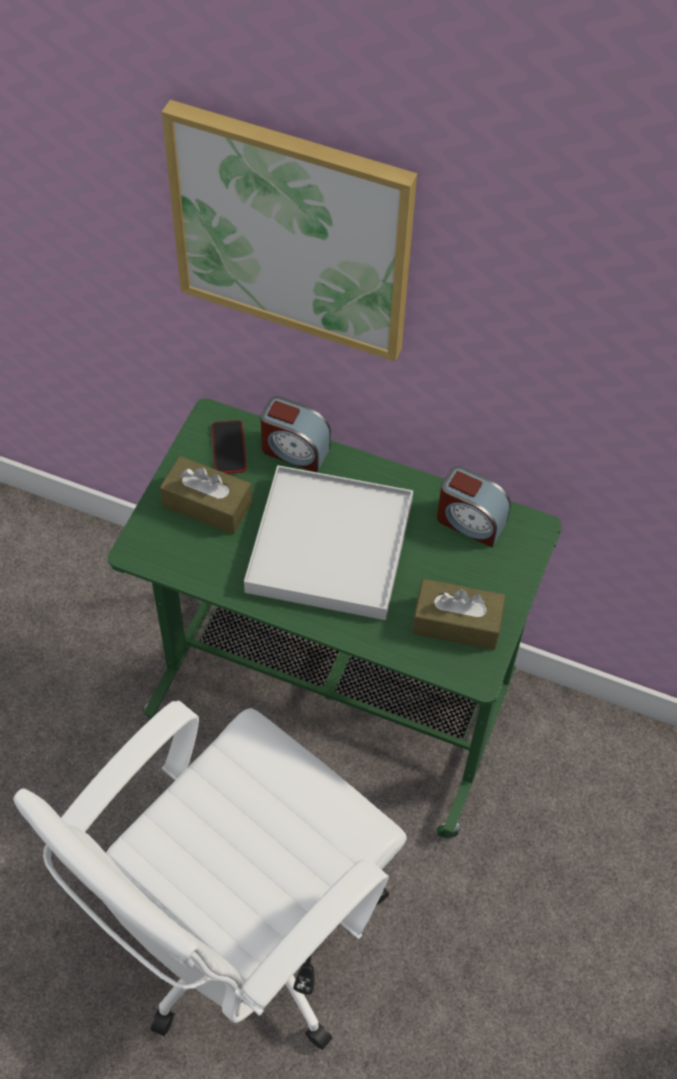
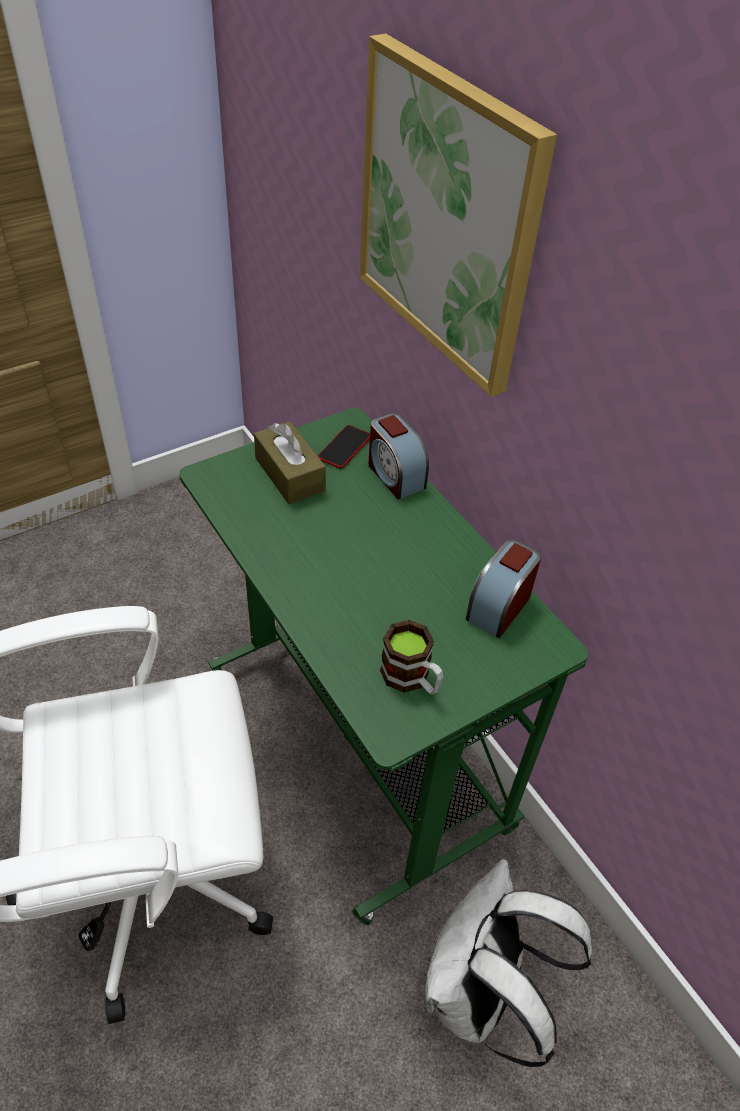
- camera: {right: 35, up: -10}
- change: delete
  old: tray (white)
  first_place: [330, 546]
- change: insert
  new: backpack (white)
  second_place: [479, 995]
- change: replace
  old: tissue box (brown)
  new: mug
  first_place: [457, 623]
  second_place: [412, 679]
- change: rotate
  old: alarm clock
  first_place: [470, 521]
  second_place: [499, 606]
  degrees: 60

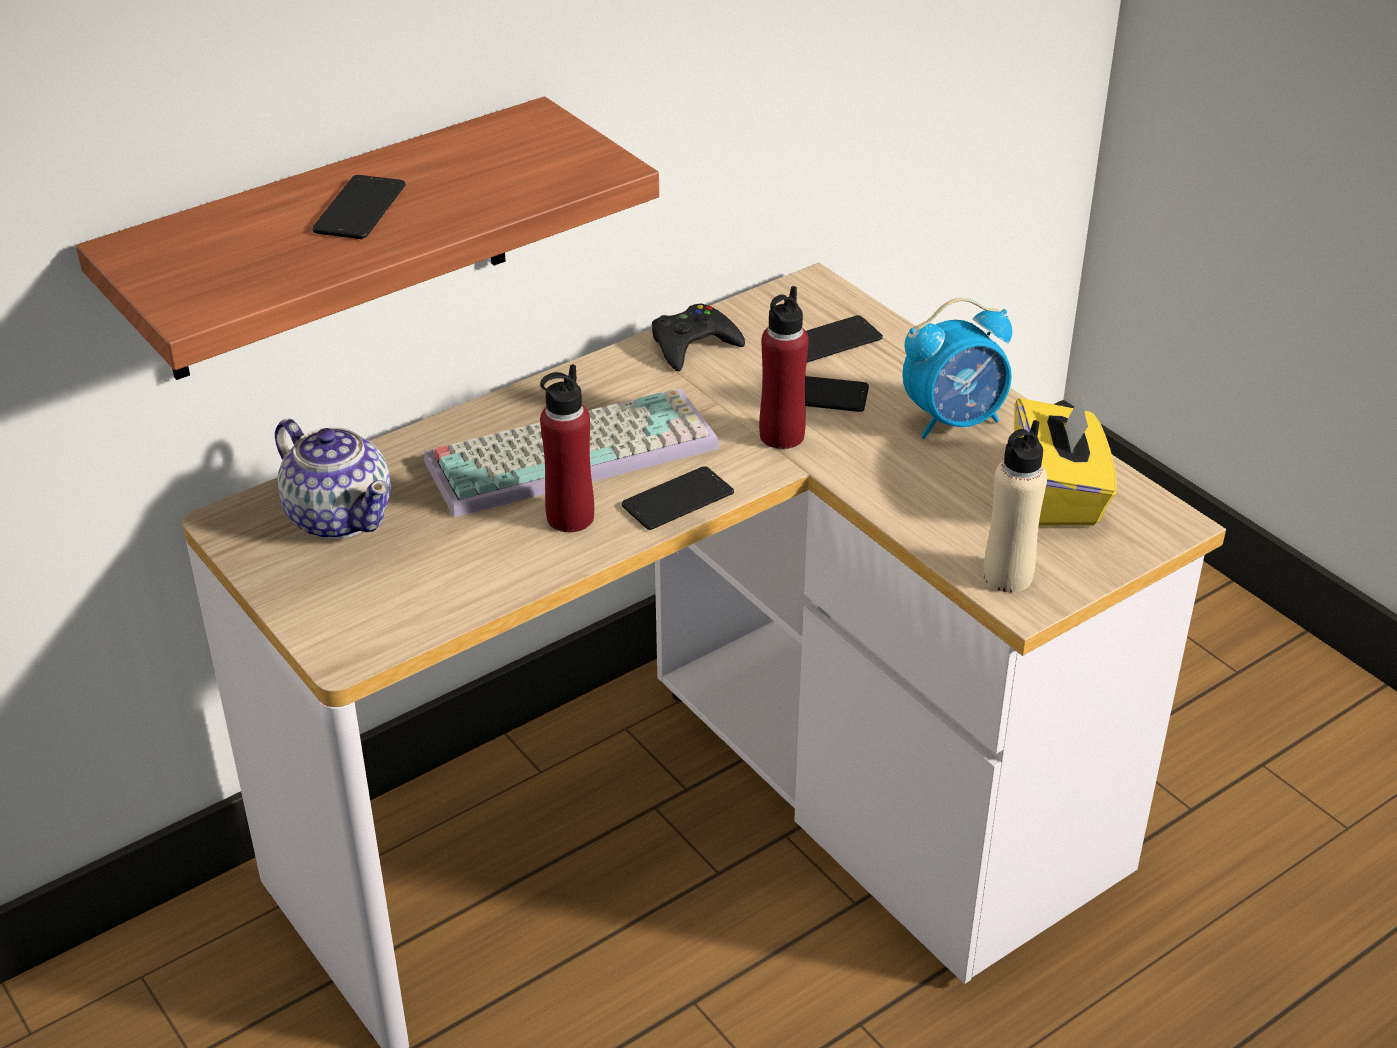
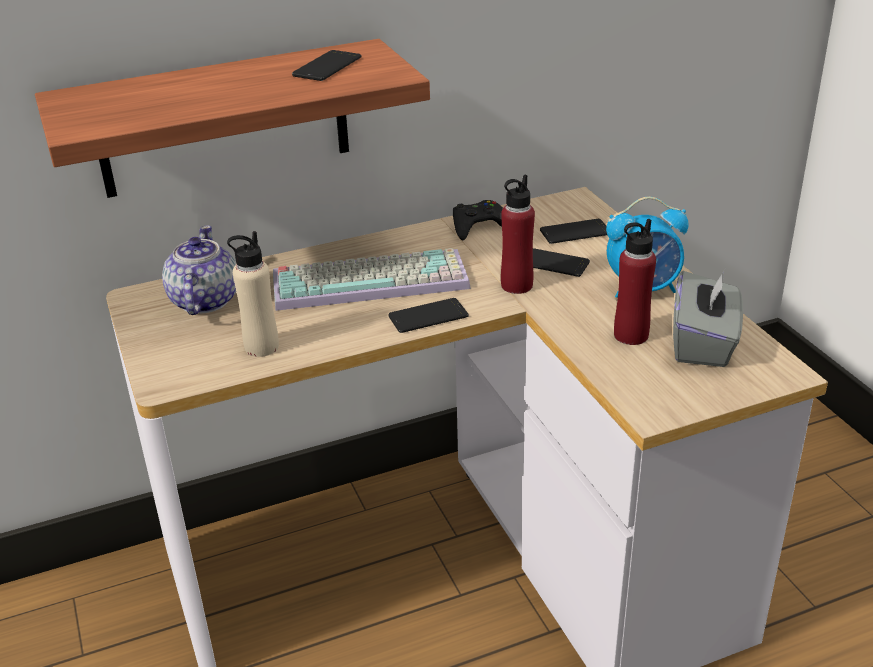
- camera: {right: 15, up: -5}
- change: move
  old: phone
  first_place: [360, 209]
  second_place: [327, 67]
- change: move
  old: bottle (red)
  first_place: [570, 517]
  second_place: [630, 335]
- change: move
  old: bottle (beige)
  first_place: [1007, 576]
  second_place: [261, 347]
- change: recolor
  old: tissue box (yellow)
  new: tissue box (grey)
  first_place: [1058, 494]
  second_place: [703, 343]
- change: rotate
  old: teapot
  first_place: [339, 516]
  second_place: [203, 301]
  degrees: -150

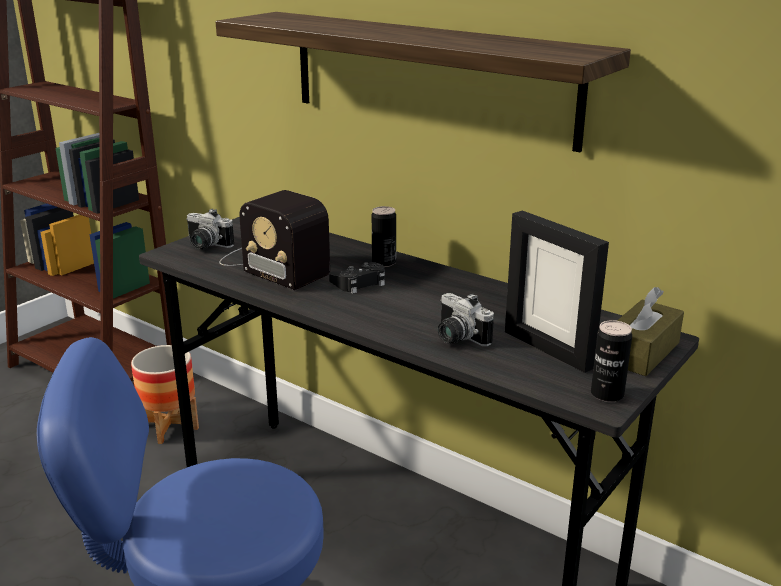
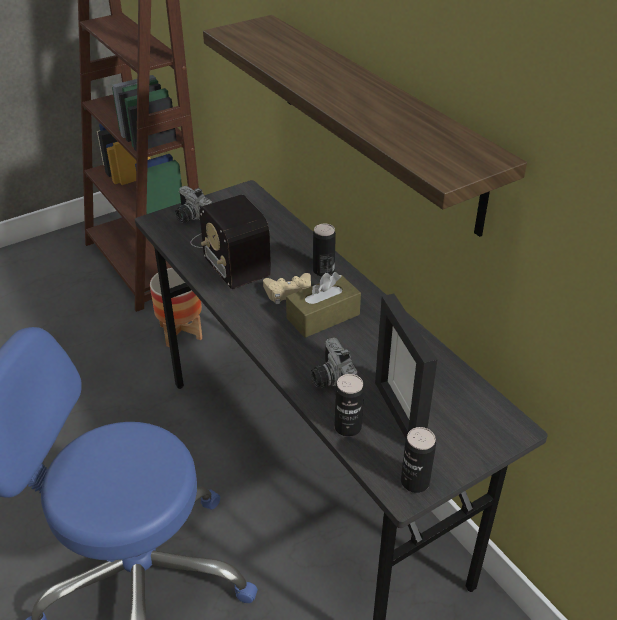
- camera: {right: 20, up: 15}
- change: insert
  new: can
  second_place: [347, 427]
- change: move
  old: tissue box (brown)
  first_place: [641, 352]
  second_place: [323, 316]
- change: recolor
  old: game controller (black)
  new: game controller (beige)
  first_place: [360, 283]
  second_place: [289, 292]

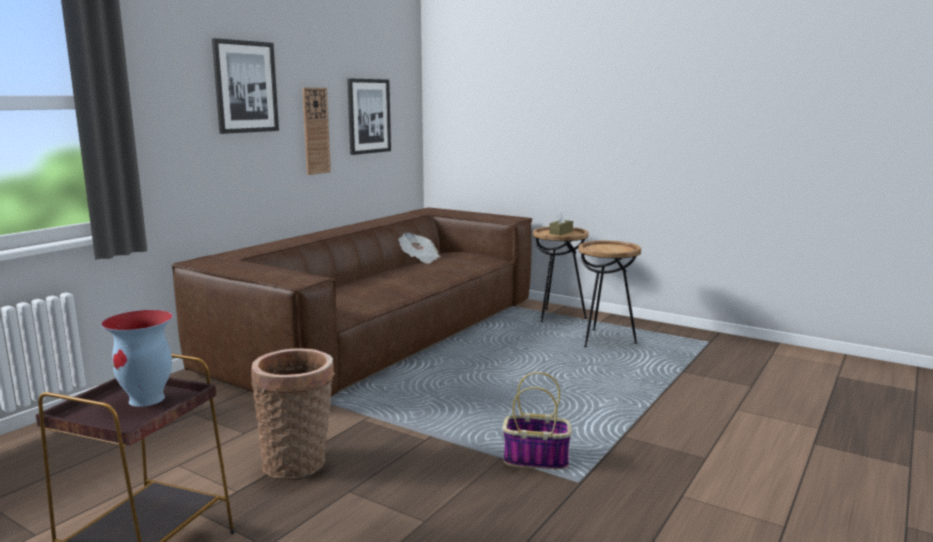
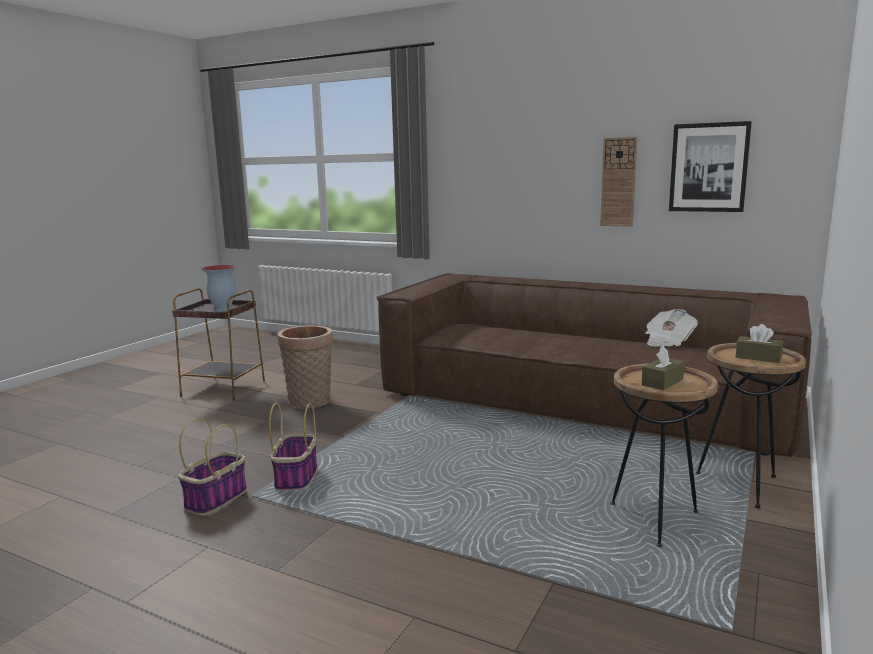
- camera: {right: 85, up: 0}
- change: delete
  old: picture
  first_place: [245, 87]
- change: insert
  new: basket
  second_place: [216, 499]
- change: insert
  new: tissue box (brown)
  second_place: [662, 382]

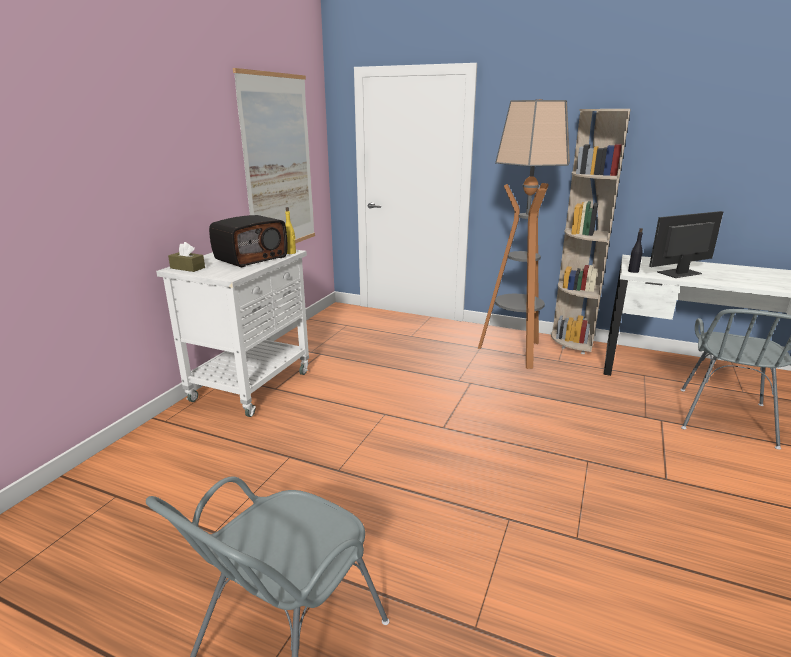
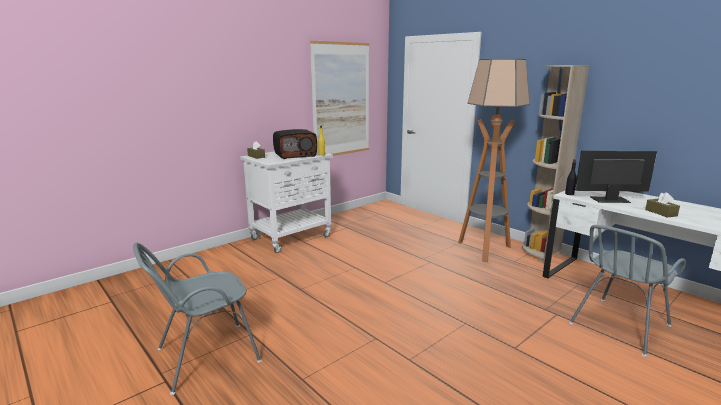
- camera: {right: 25, up: -5}
- change: insert
  new: tissue box (brown)
  second_place: [661, 213]

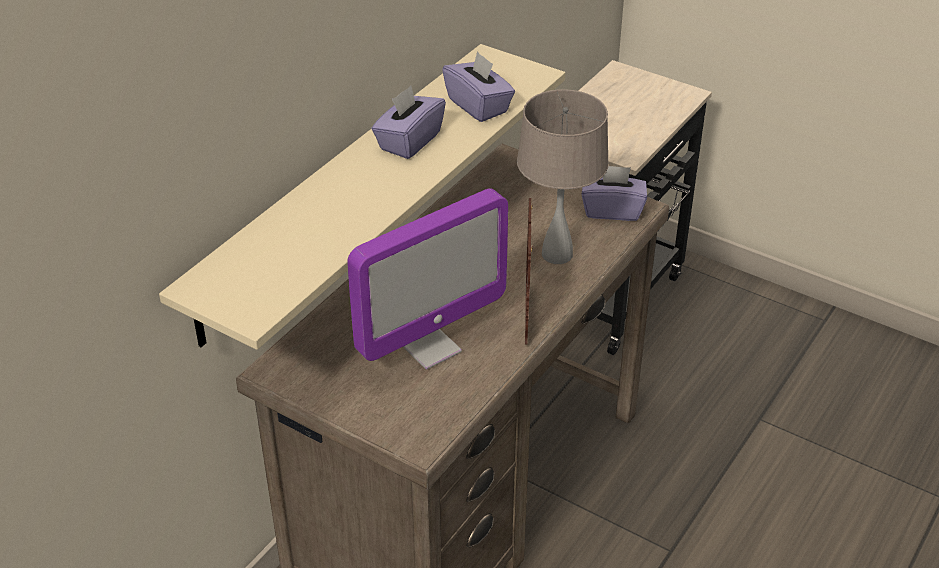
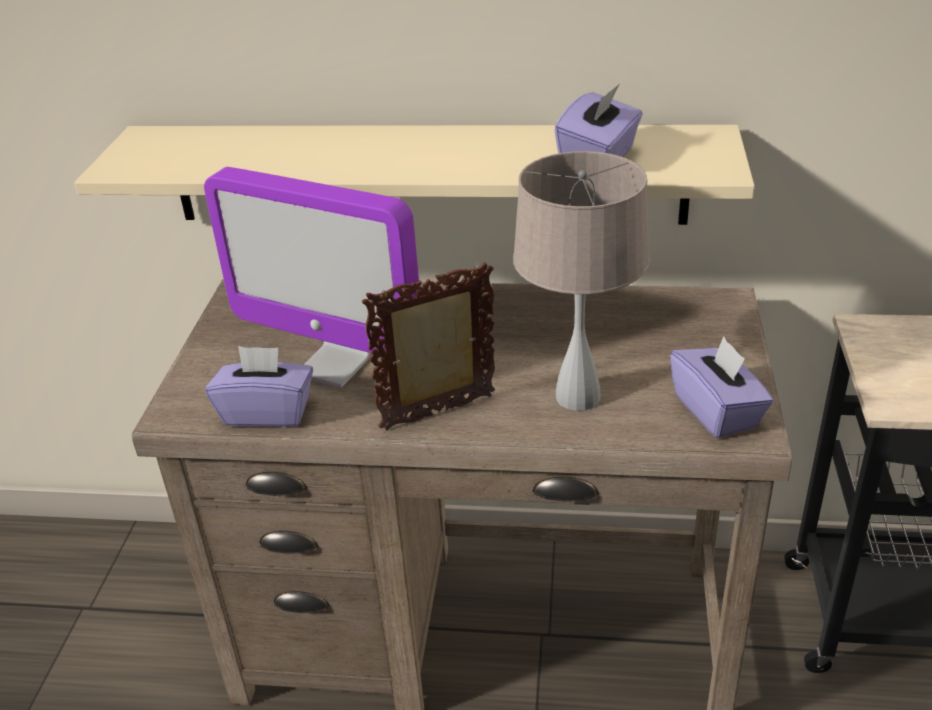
- camera: {right: 65, up: -5}
- change: move
  old: tissue box (purple)
  first_place: [409, 141]
  second_place: [267, 412]

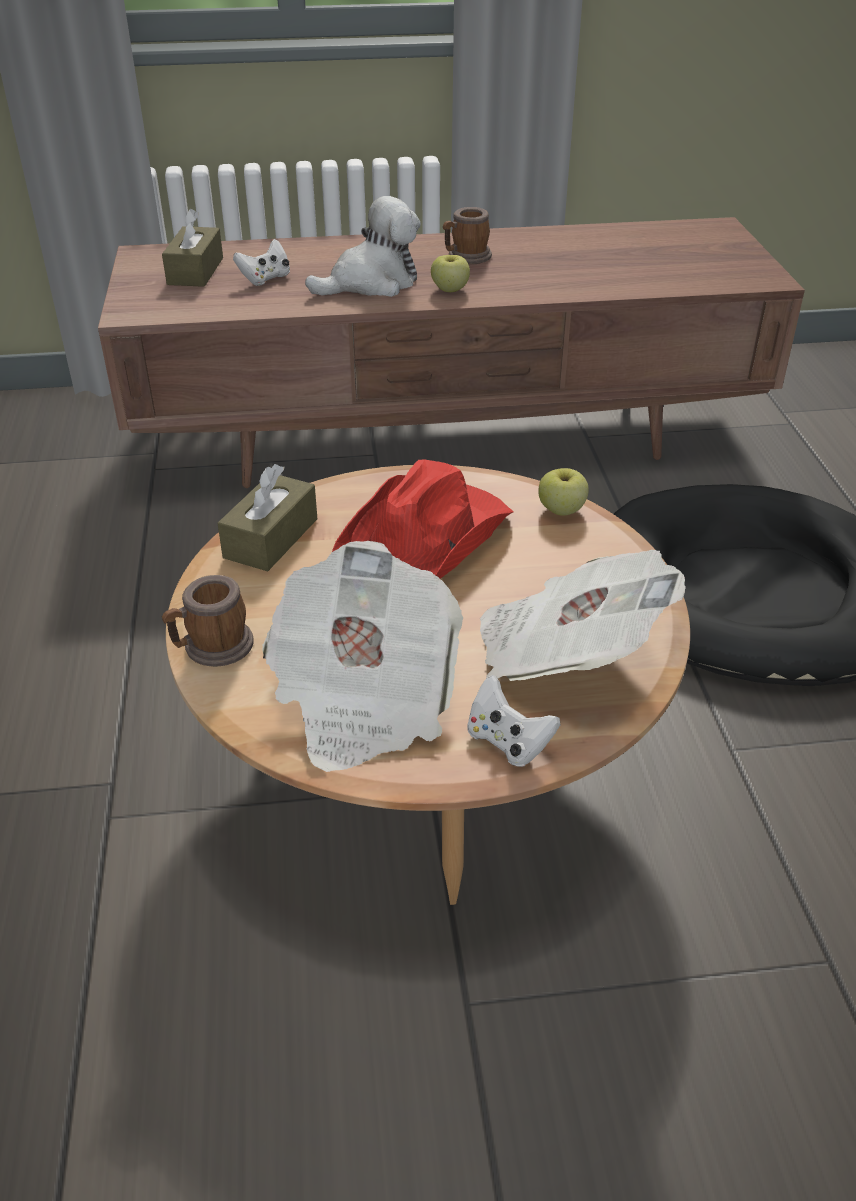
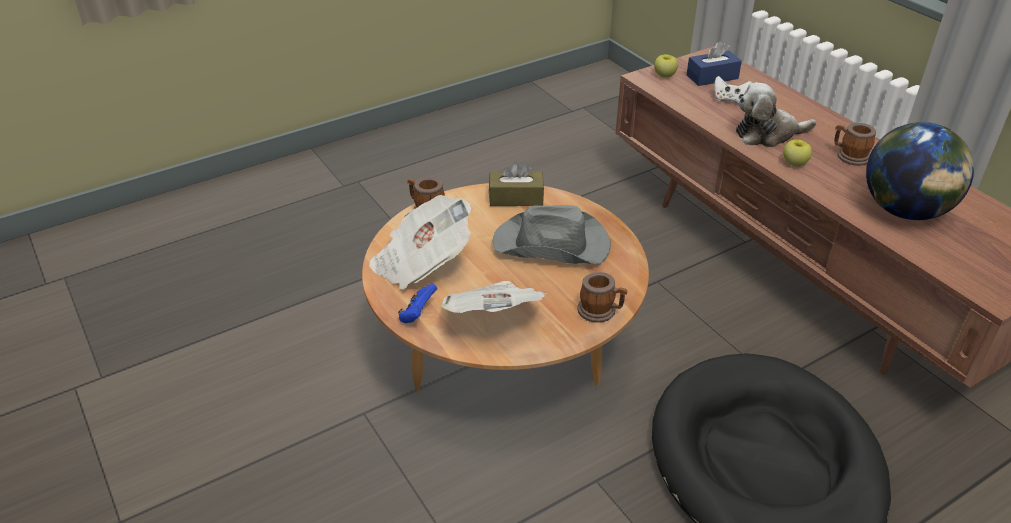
- camera: {right: 65, up: 0}
- change: insert
  new: mug
  second_place: [600, 311]
- change: insert
  new: globe
  second_place: [905, 211]
- change: move
  old: apple
  first_place: [561, 510]
  second_place: [664, 75]
- change: recolor
  old: tissue box (brown)
  new: tissue box (blue)
  first_place: [195, 271]
  second_place: [712, 77]
- change: recolor
  old: hat (red)
  new: hat (grey)
  first_place: [425, 540]
  second_place: [552, 245]
- change: recolor
  old: game controller (white)
  new: game controller (blue)
  first_place: [508, 742]
  second_place: [417, 314]
- change: rotate
  old: plush toy
  first_place: [371, 283]
  second_place: [767, 134]
  degrees: 135

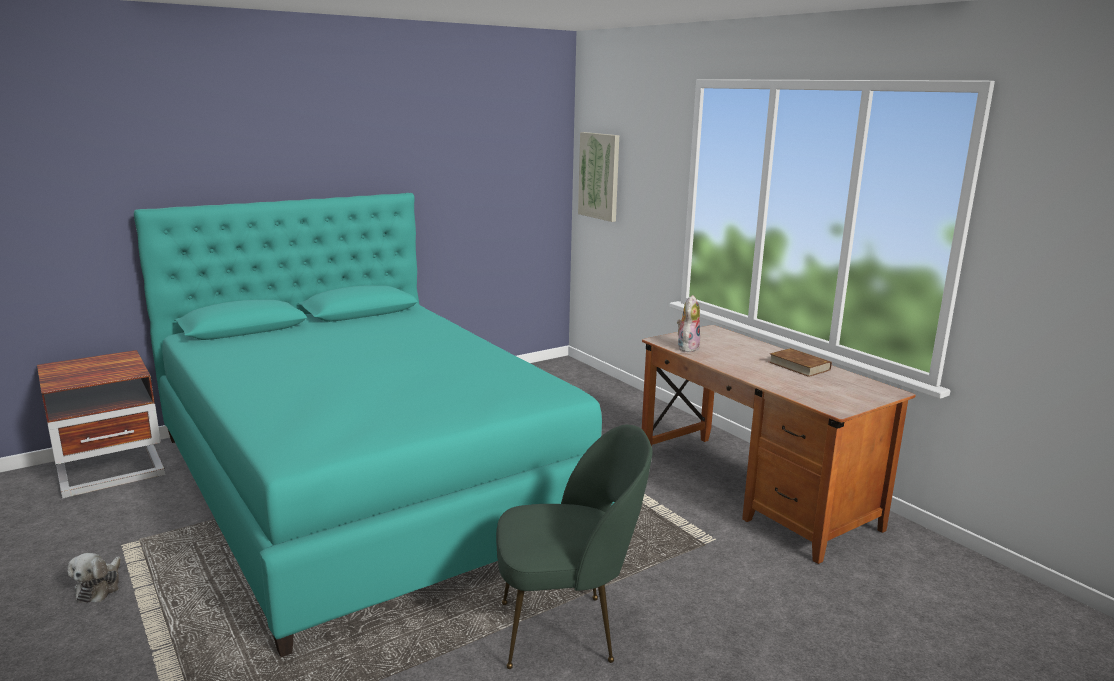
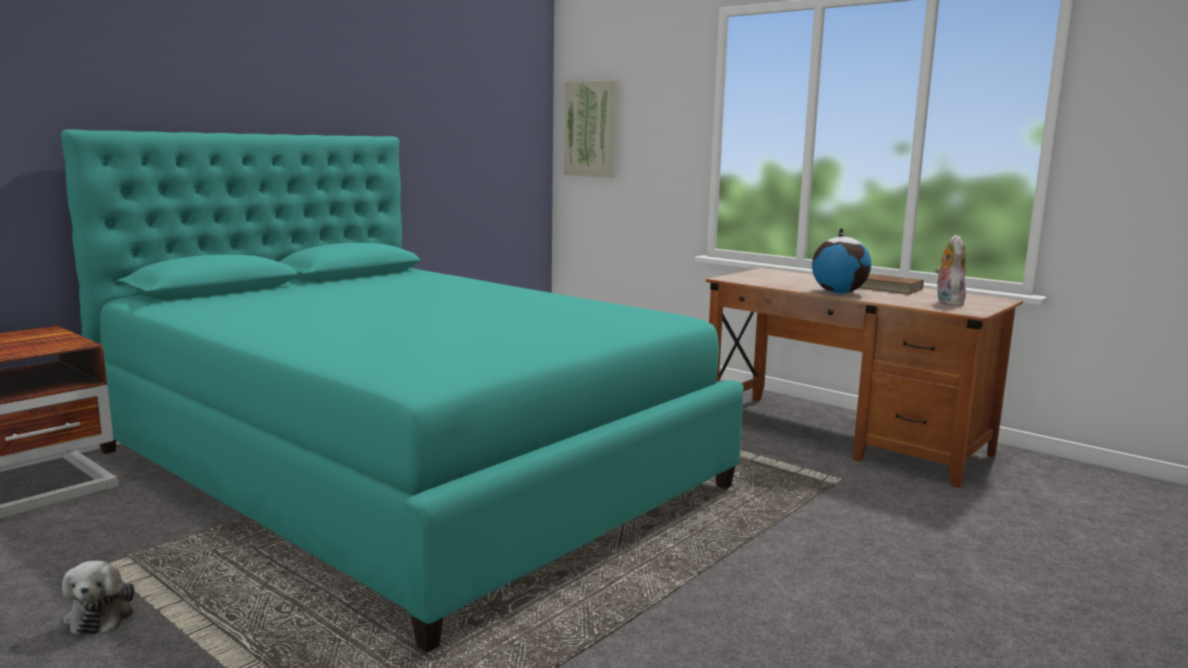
- camera: {right: -15, up: -5}
- change: delete
  old: chair (green)
  first_place: [567, 631]
- change: insert
  new: globe
  second_place: [838, 292]
- change: move
  old: plush toy
  first_place: [687, 347]
  second_place: [947, 302]

